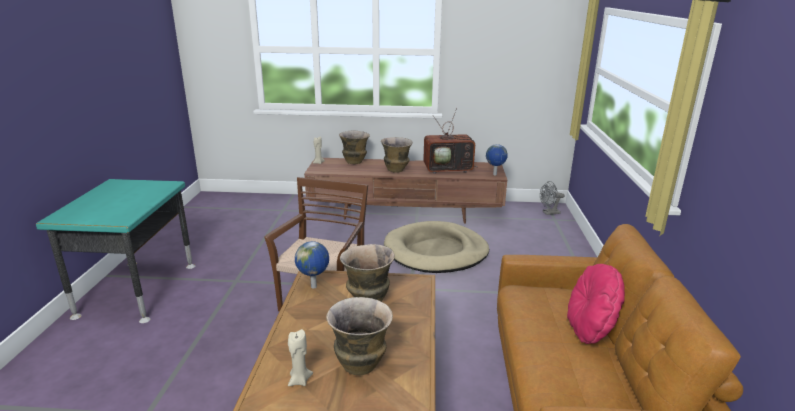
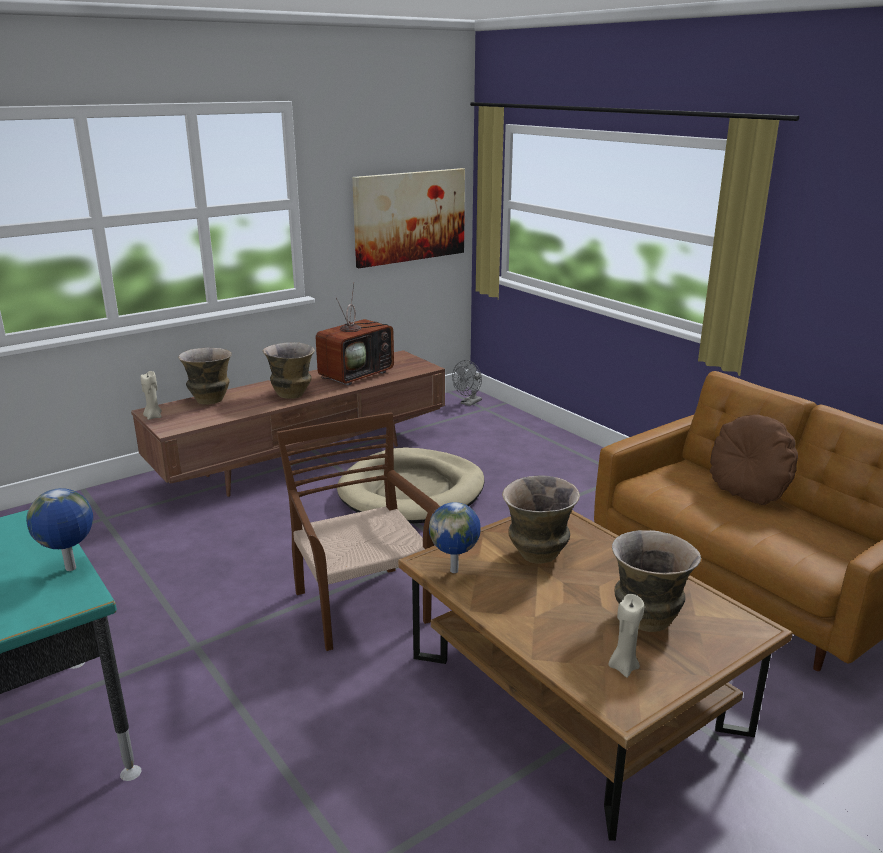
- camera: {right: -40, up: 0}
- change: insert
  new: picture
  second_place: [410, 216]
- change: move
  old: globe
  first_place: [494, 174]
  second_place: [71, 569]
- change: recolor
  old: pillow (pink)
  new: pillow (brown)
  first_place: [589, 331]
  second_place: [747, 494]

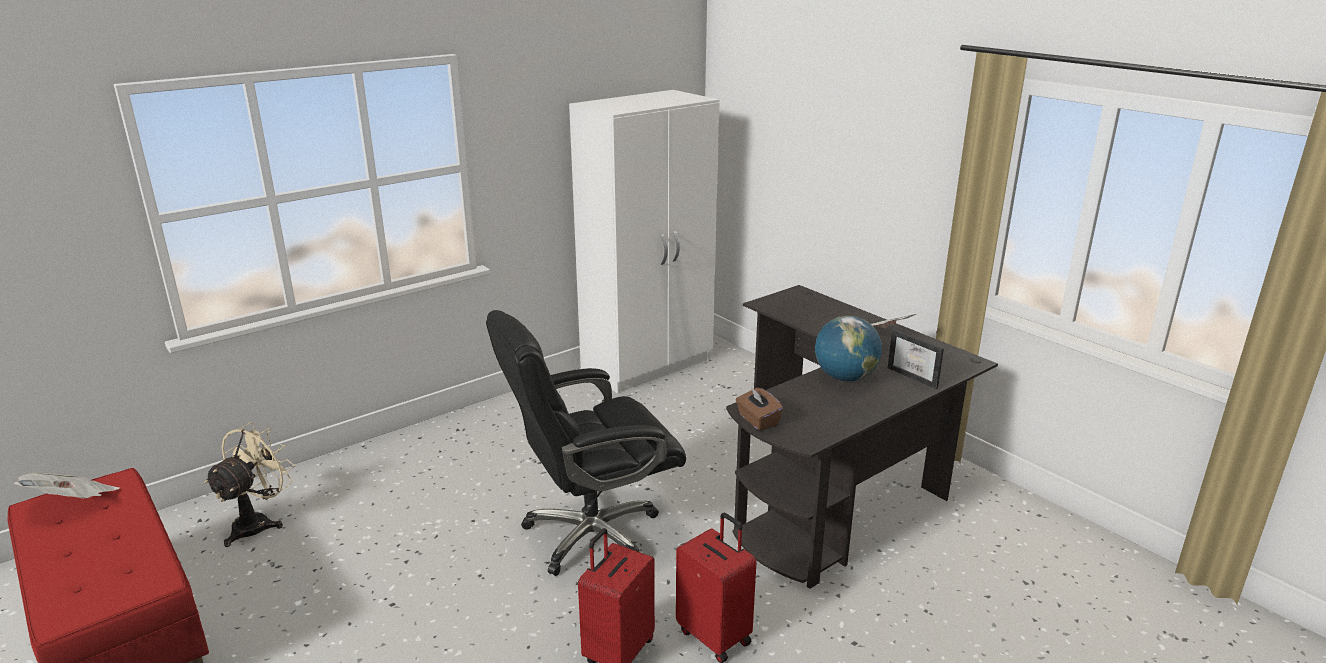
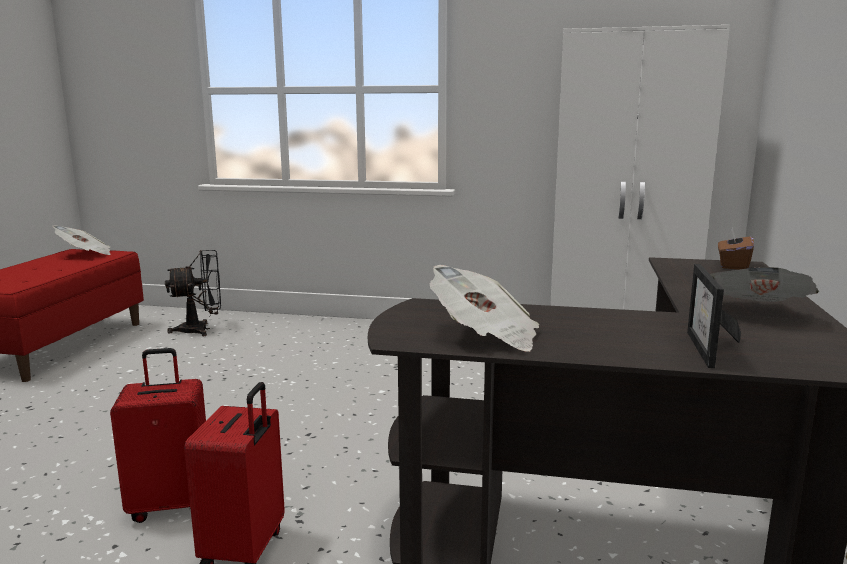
- camera: {right: 50, up: -10}
- change: delete
  old: office chair (black)
  first_place: [595, 533]
- change: delete
  old: globe
  first_place: [845, 377]
- change: insert
  new: newspaper
  second_place: [485, 336]
- change: move
  old: tissue box (brown)
  first_place: [757, 420]
  second_place: [733, 265]
- change: recolor
  old: fan (beige)
  new: fan (black)
  first_place: [258, 523]
  second_place: [201, 330]

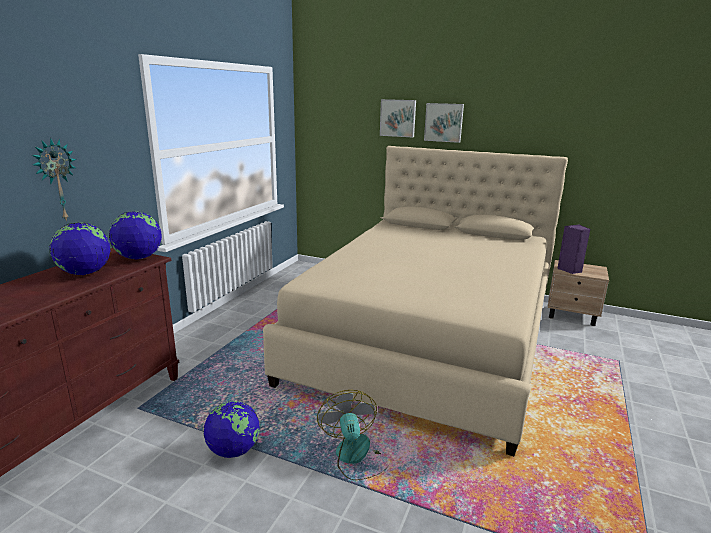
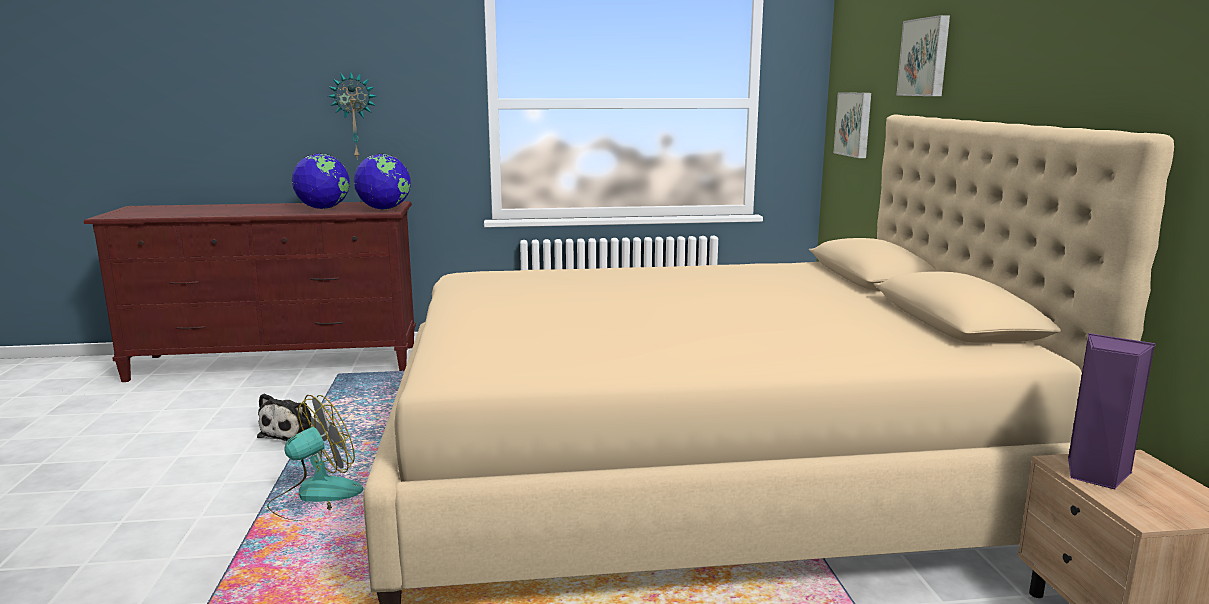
- camera: {right: 60, up: -5}
- change: move
  old: picture
  first_place: [444, 122]
  second_place: [855, 124]
- change: replace
  old: globe
  new: plush toy
  first_place: [233, 450]
  second_place: [292, 432]

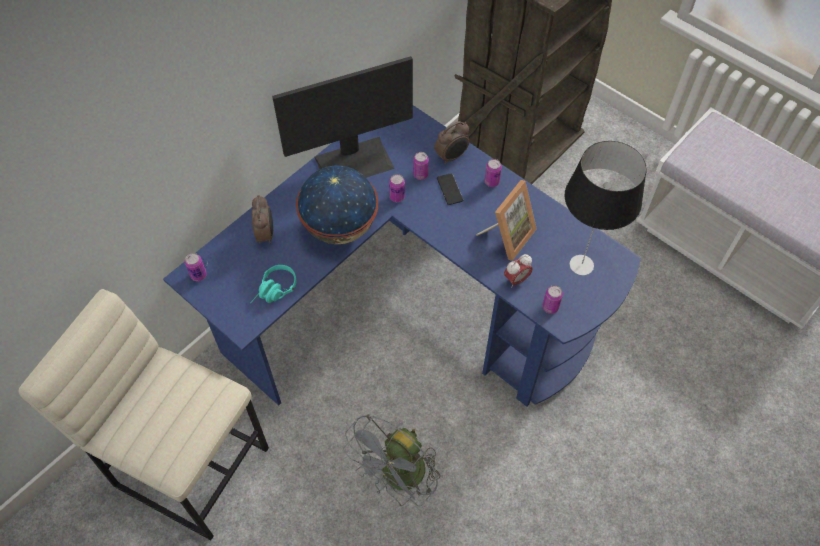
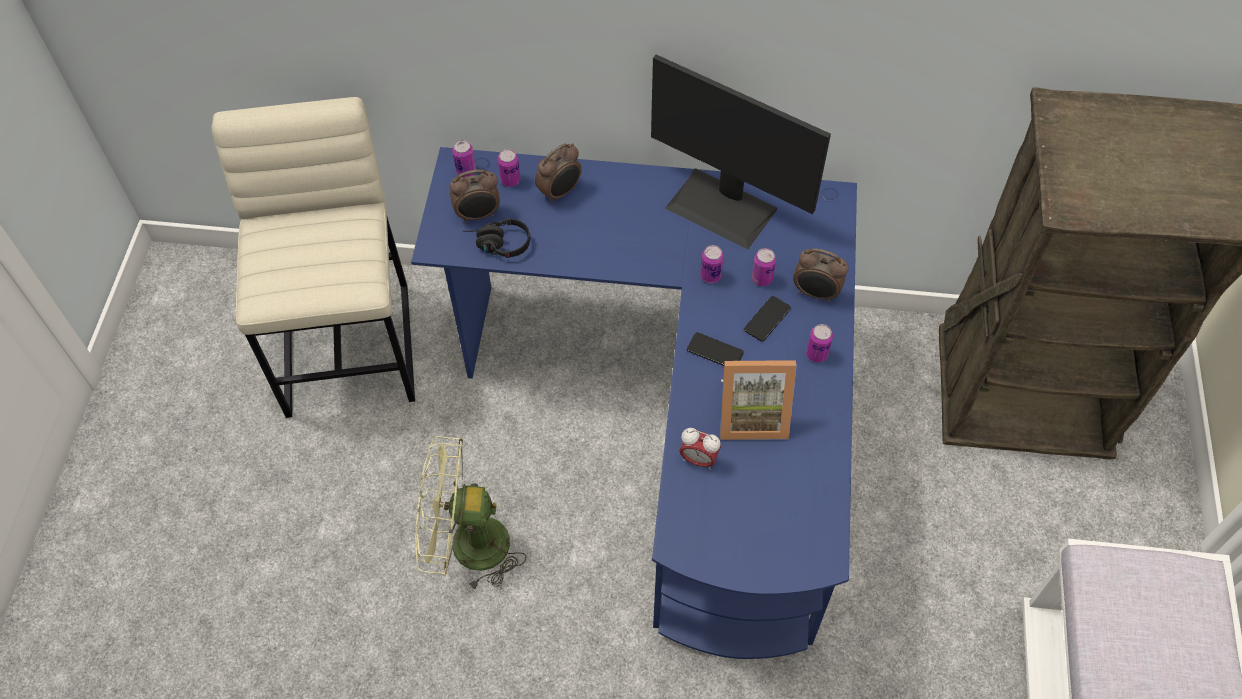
- camera: {right: 55, up: 0}
- change: delete
  old: globe
  first_place: [340, 227]
- change: delete
  old: table lamp
  first_place: [582, 264]
- change: insert
  new: alarm clock
  second_place: [478, 215]
- change: insert
  new: phone
  second_place: [715, 351]
- change: move
  old: can
  first_place: [550, 307]
  second_place: [510, 180]
- change: recolor
  old: headphones (turquoise)
  new: headphones (black)
  first_place: [274, 292]
  second_place: [497, 245]
- change: recolor
  old: fan (grey)
  new: fan (green)
  first_place: [398, 479]
  second_place: [466, 546]

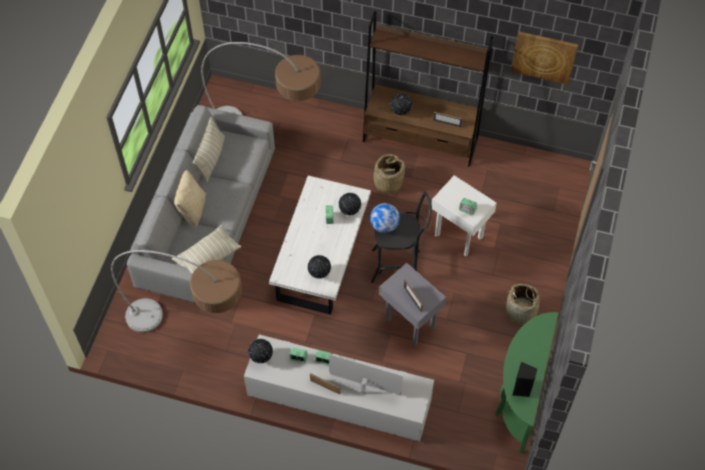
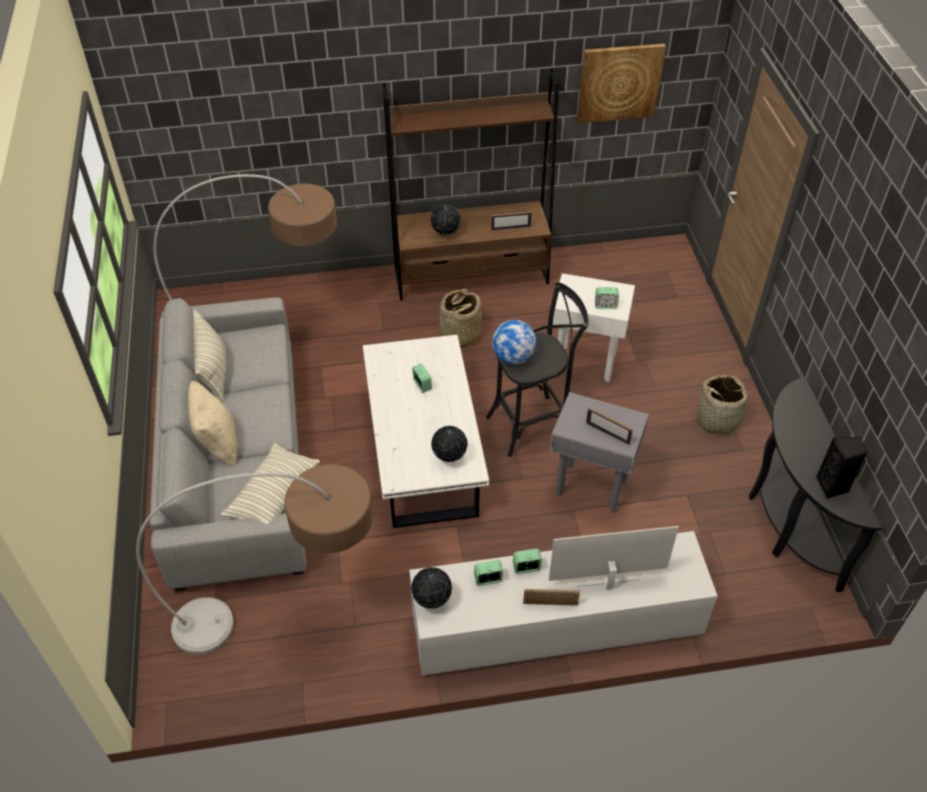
- camera: {right: -25, up: -10}
- change: delete
  old: globe
  first_place: [349, 211]
- change: recolor
  old: console table (green)
  new: console table (black)
  first_place: [519, 396]
  second_place: [786, 521]

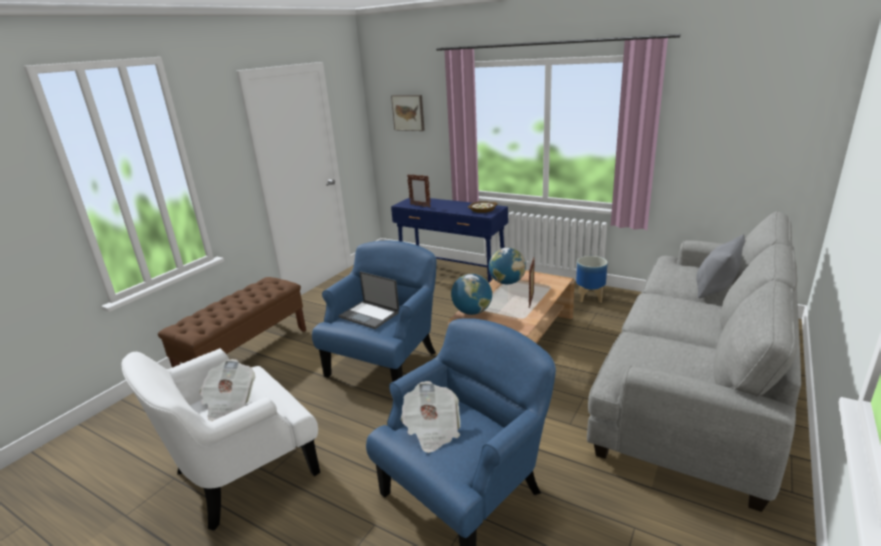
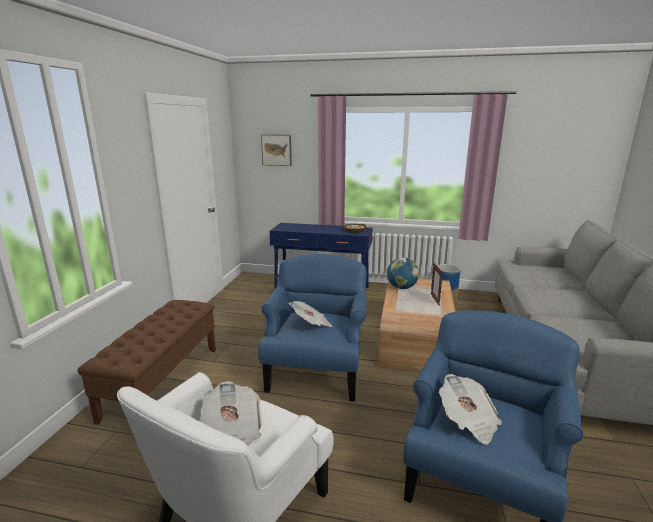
- camera: {right: -20, up: -5}
- change: delete
  old: picture frame
  first_place: [420, 206]
- change: delete
  old: globe
  first_place: [472, 312]
- change: delete
  old: pillow (grey)
  first_place: [716, 289]
- change: replace
  old: laptop
  new: newspaper
  first_place: [370, 315]
  second_place: [311, 324]

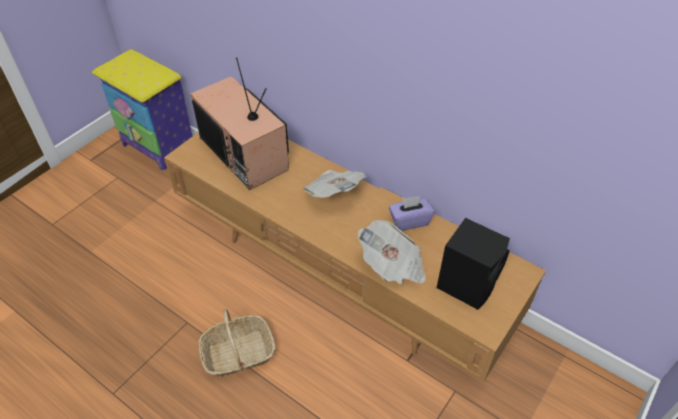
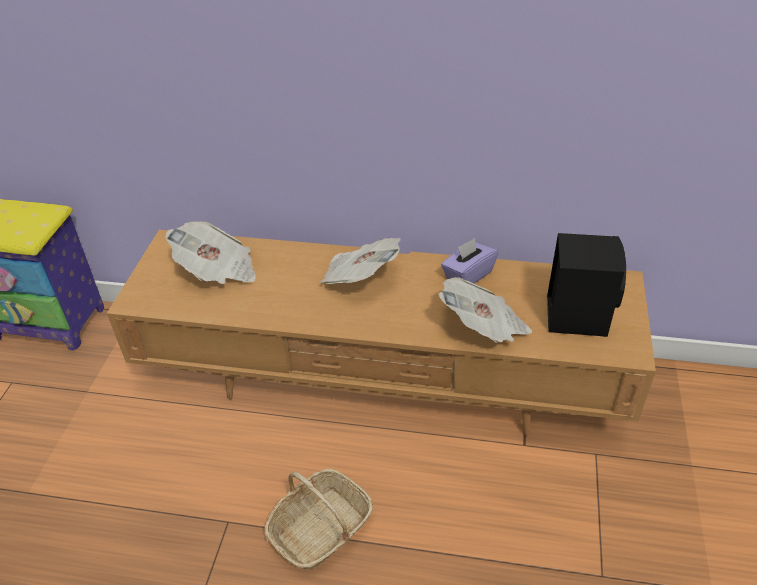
- camera: {right: -25, up: -5}
- change: replace
  old: television
  new: newspaper
  first_place: [246, 153]
  second_place: [218, 271]

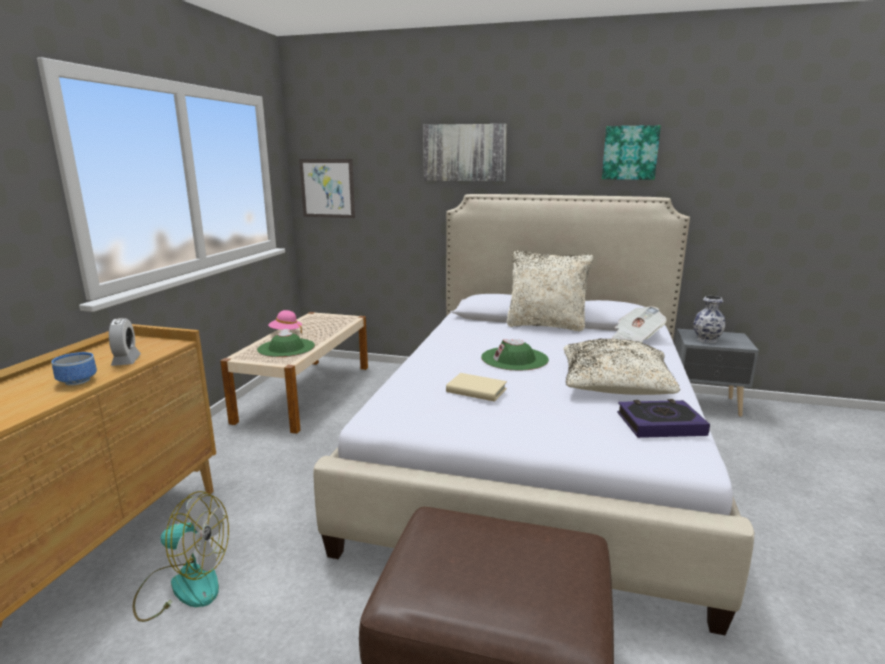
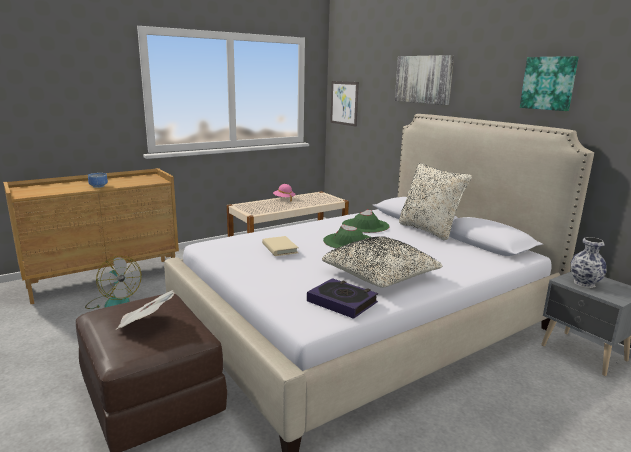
- camera: {right: 40, up: 0}
- change: delete
  old: alarm clock
  first_place: [126, 361]
- change: move
  old: hat (green)
  first_place: [286, 348]
  second_place: [365, 225]
- change: move
  old: newspaper
  first_place: [635, 338]
  second_place: [146, 323]

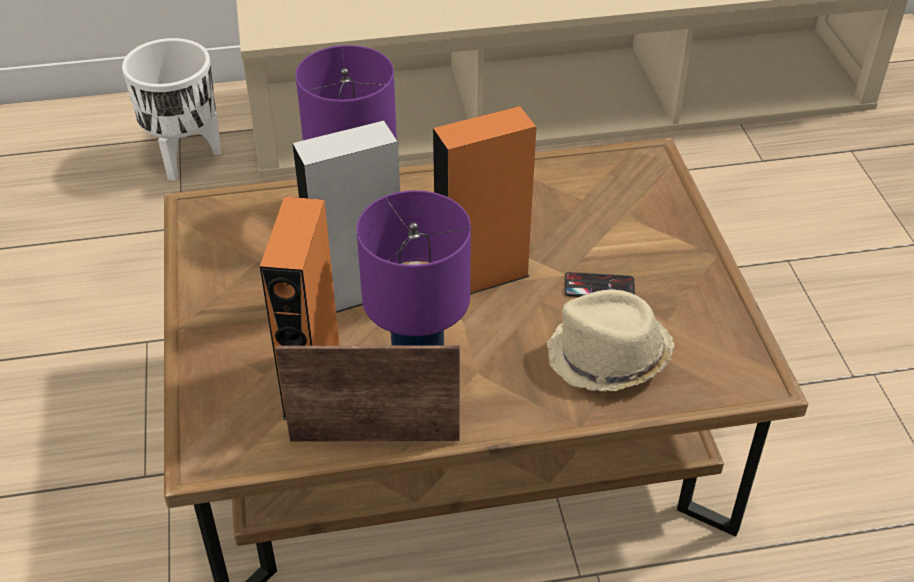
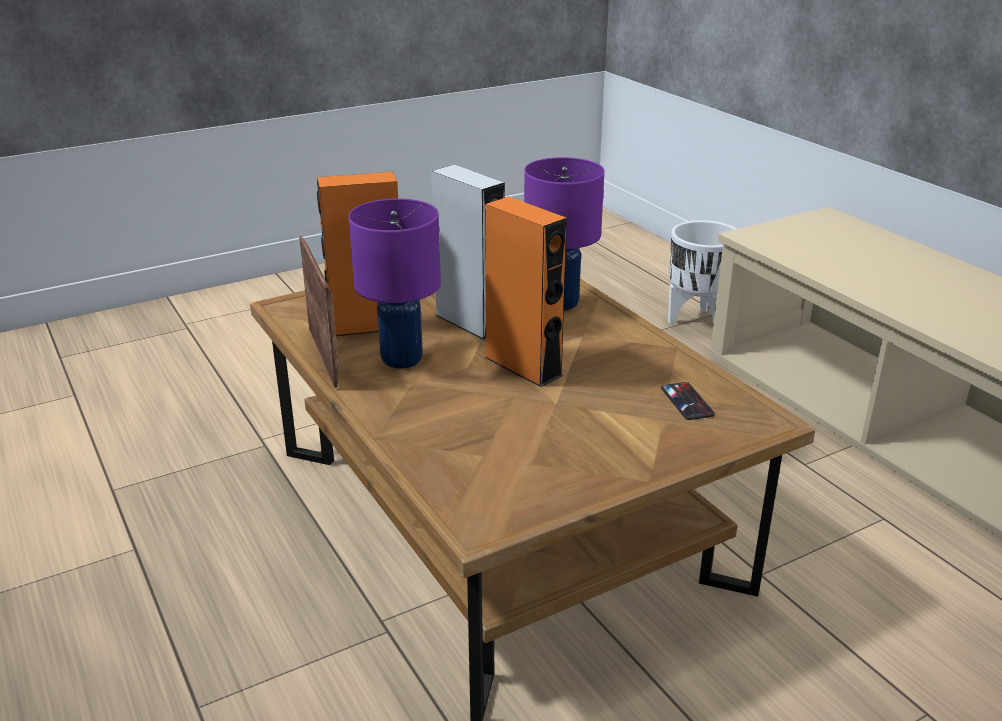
- camera: {right: 70, up: -15}
- change: delete
  old: hat (beige)
  first_place: [607, 358]
- change: move
  old: phone
  first_place: [599, 287]
  second_place: [687, 401]

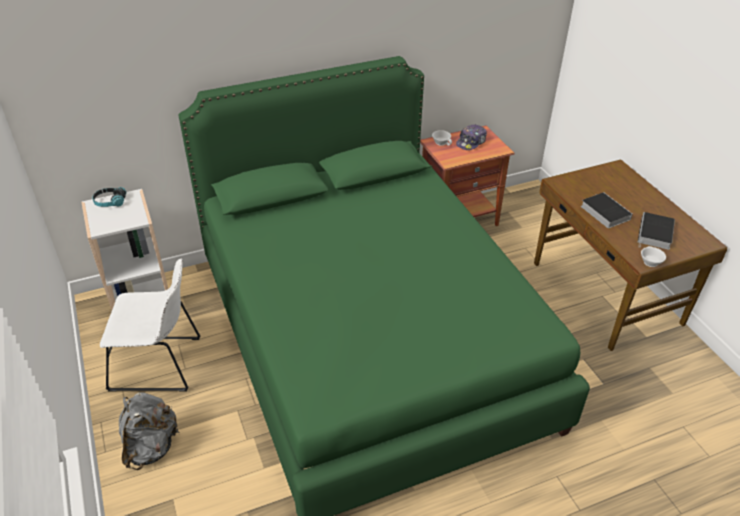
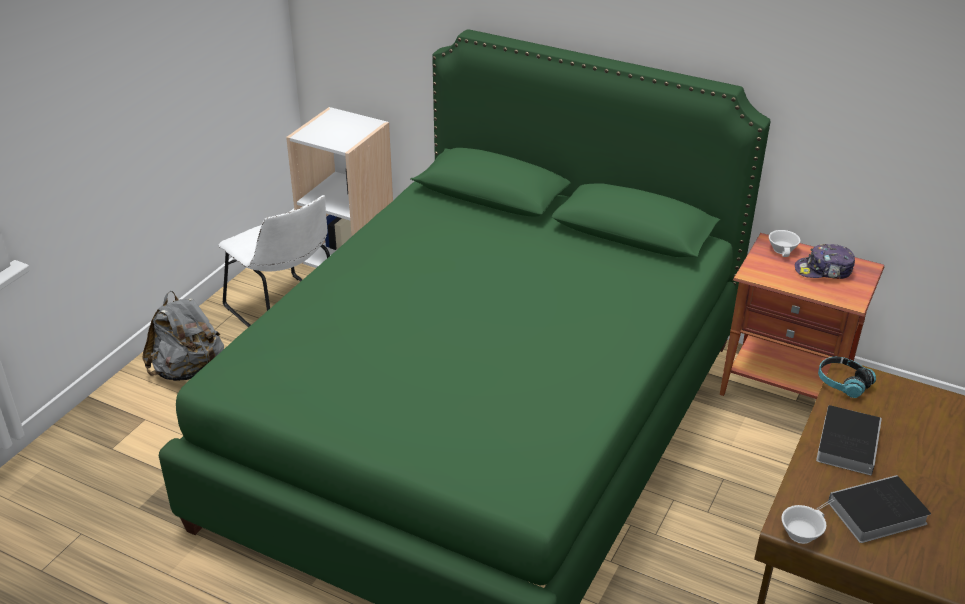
- camera: {right: 50, up: -5}
- change: move
  old: headphones
  first_place: [110, 202]
  second_place: [843, 383]

